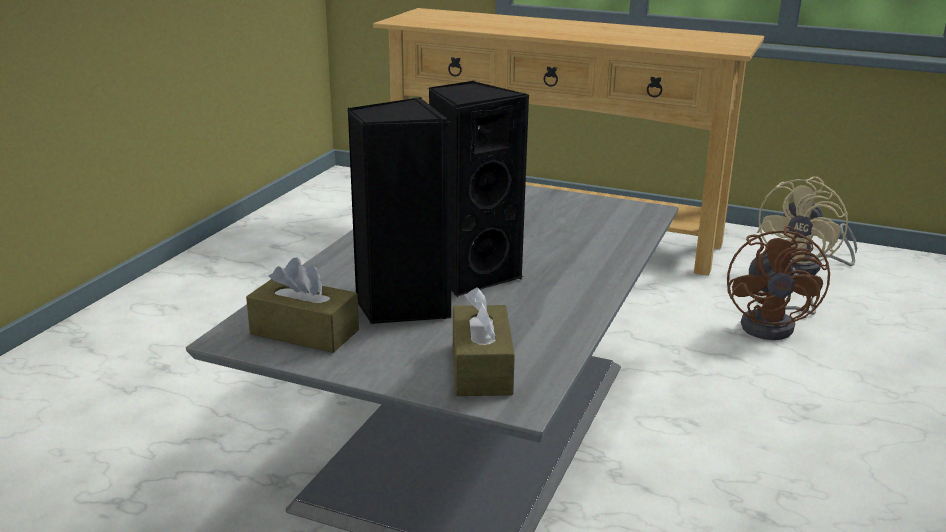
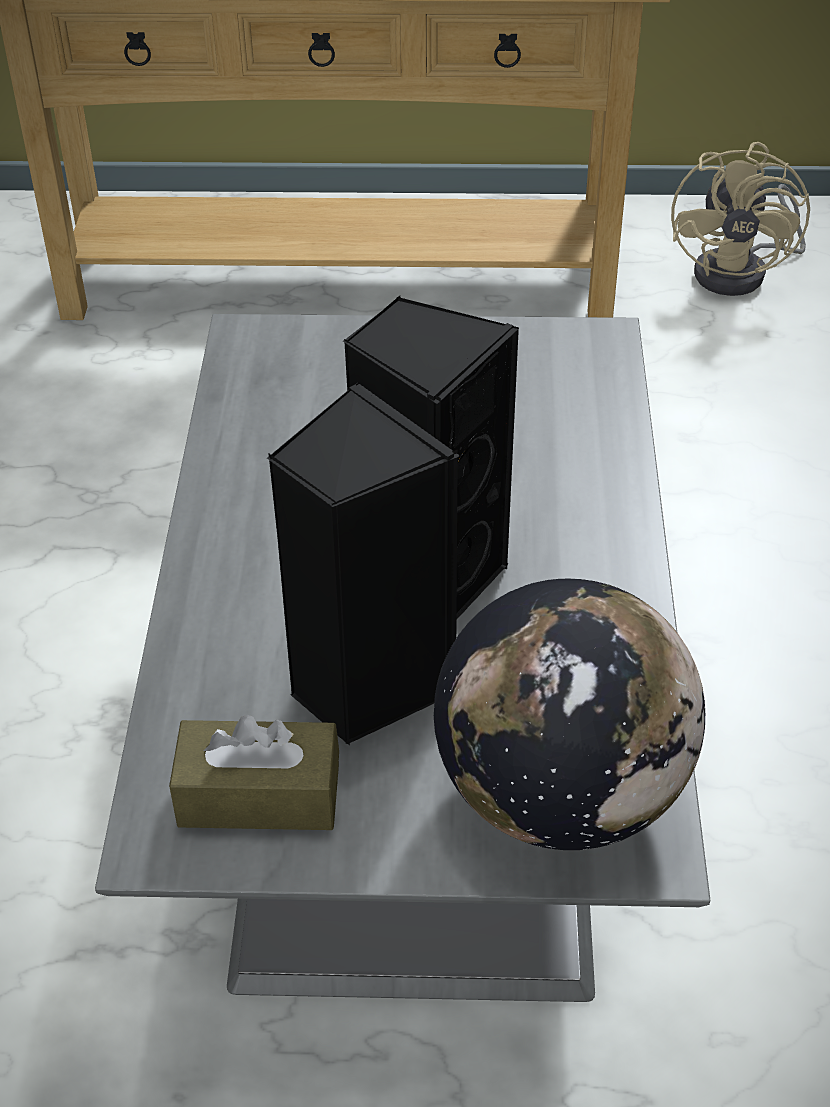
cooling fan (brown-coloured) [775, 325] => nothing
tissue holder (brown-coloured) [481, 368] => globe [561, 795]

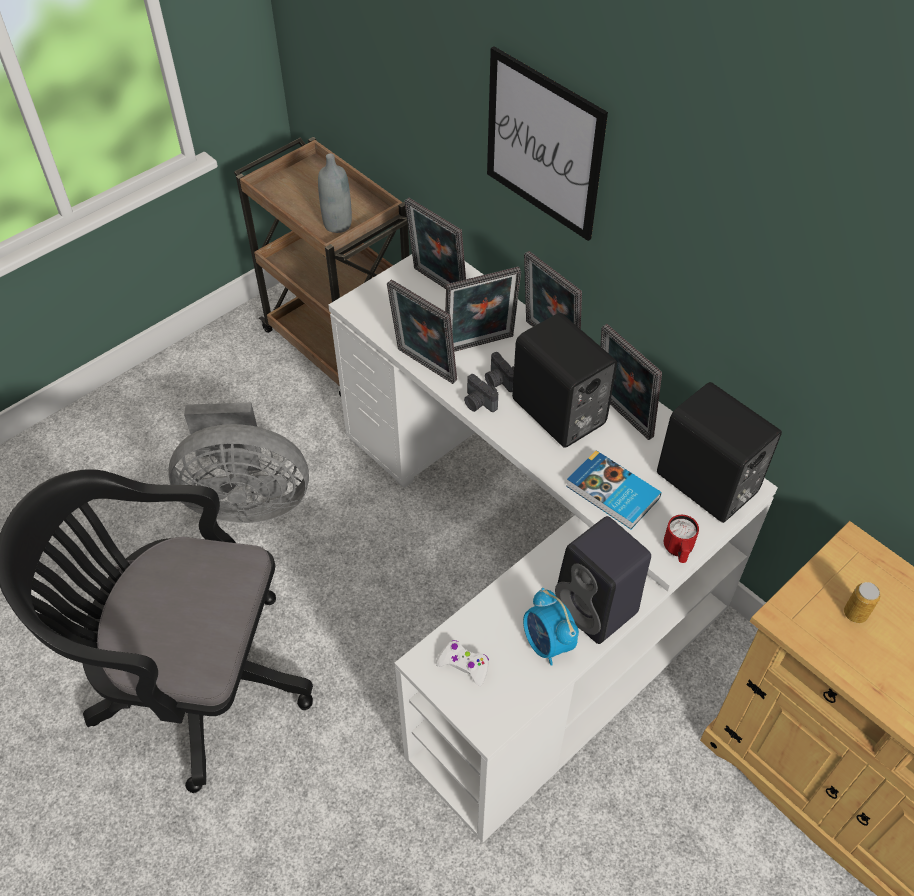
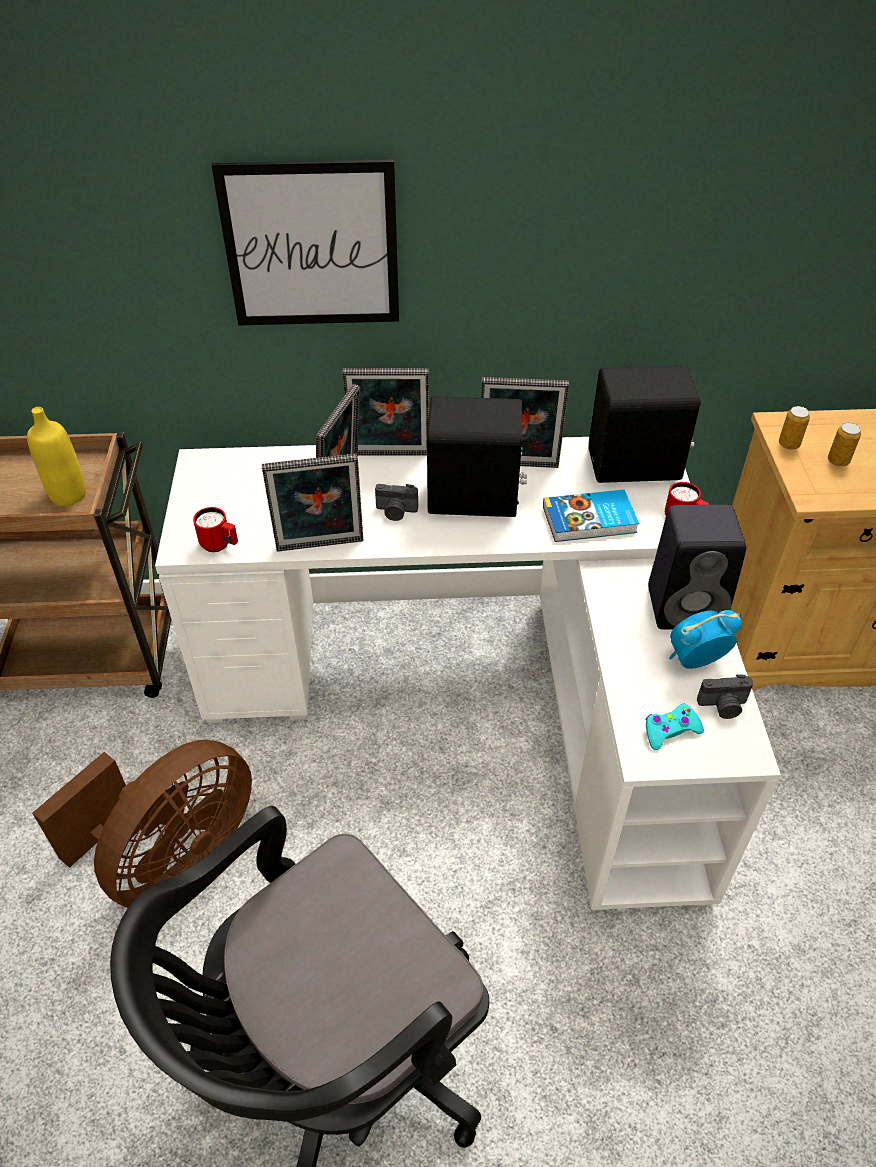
bottle (grey) [337, 224] => bottle (yellow-coloured) [68, 495]
photo frame [437, 285] => nothing
photo camera [478, 403] => photo camera [723, 706], move
cooling fan (grey) [246, 500] => cooling fan (brown-coloured) [173, 859]
table clock [547, 643] => table clock [695, 660], 150 degrees clockwise
game controller (white) [464, 665] => game controller (turquoise-coloured) [670, 730]
nothing => sealed can [788, 444]
nothing => coffee mug (red-coloured) [220, 545]

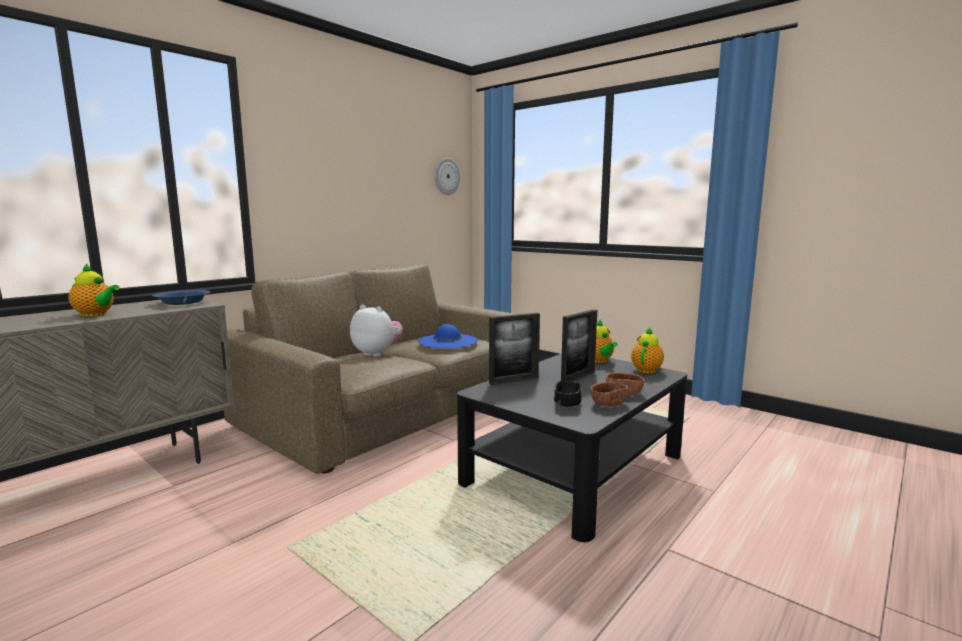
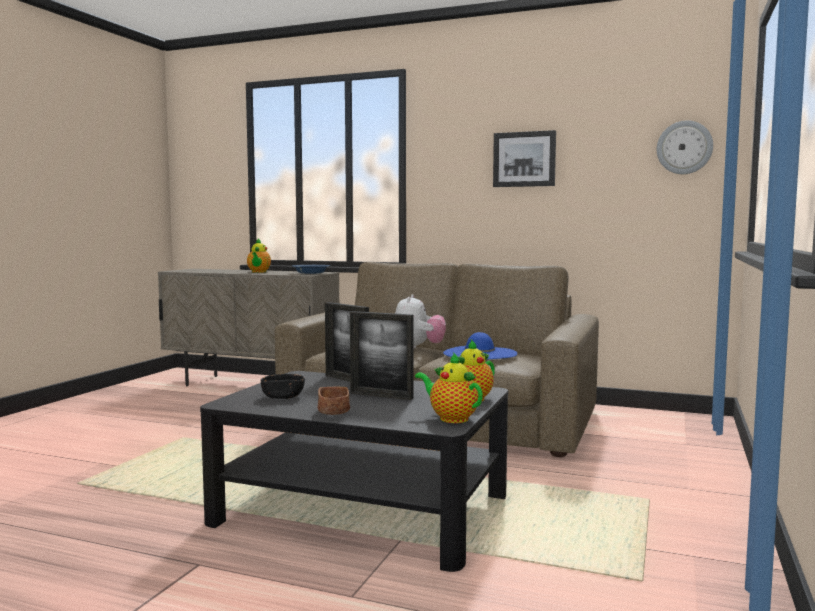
pot for tea [647, 369] => pot for tea [451, 418], 150 degrees counterclockwise
deep dish (brown-coloured) [608, 404] => nothing
nothing => picture [524, 159]

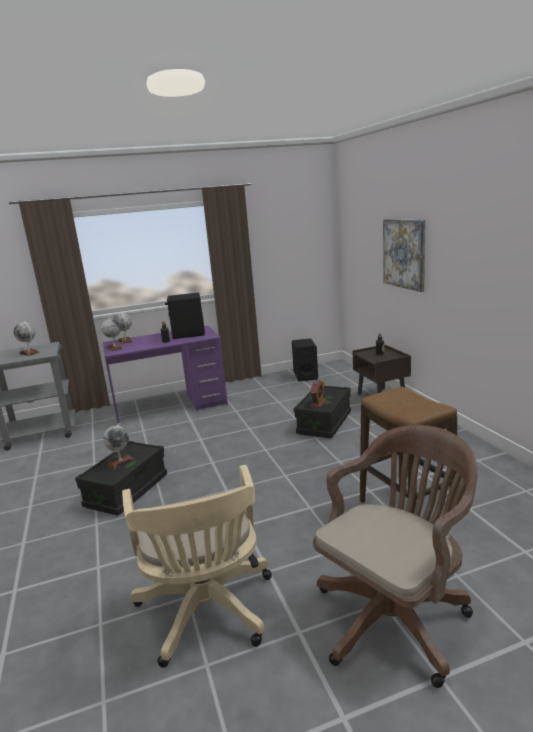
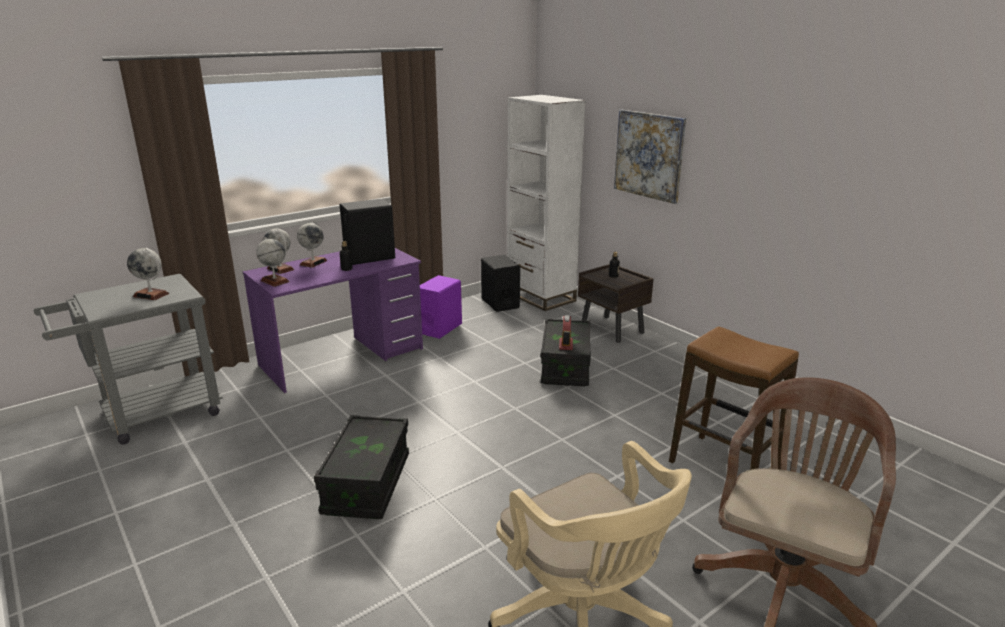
globe [121, 462] => globe [313, 263], move
nothing => bookcase (white) [540, 297]
nothing => speaker (purple-coloured) [439, 328]

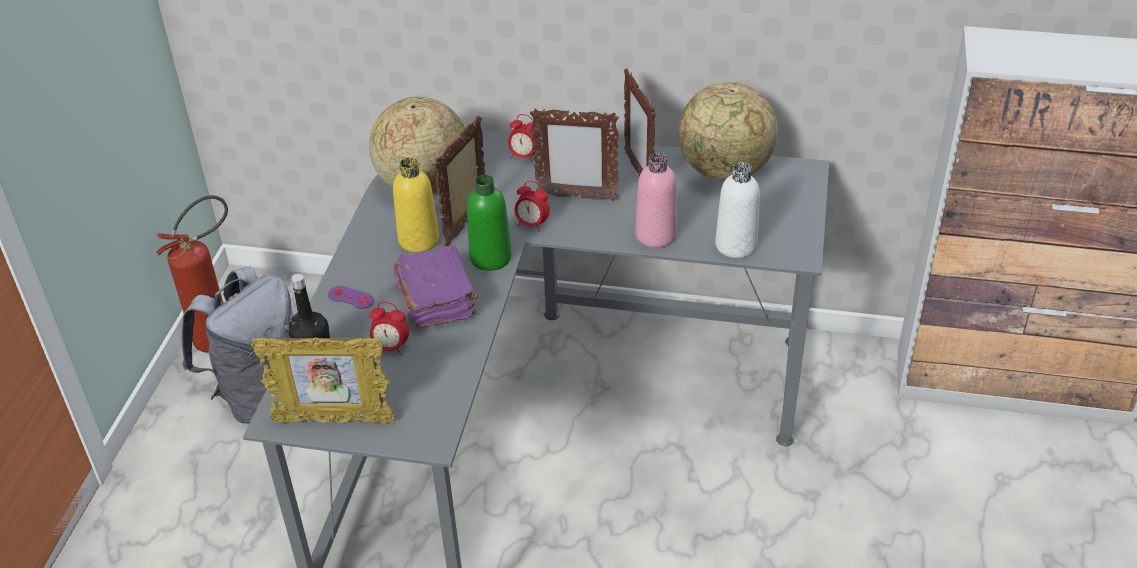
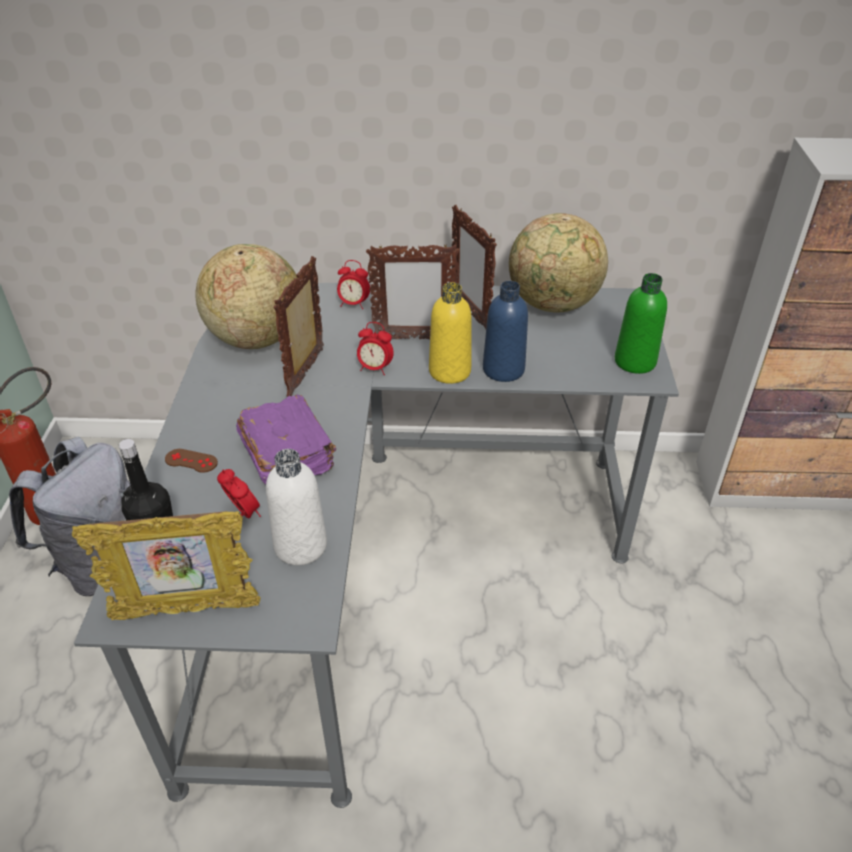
bottle (pink-coloured) [655, 235] => bottle (bluish) [503, 369]
bottle (yellow-coloured) [419, 240] => bottle (yellow-coloured) [449, 371], move
bottle (white) [736, 245] => bottle (white) [300, 545], move
bottle (green) [490, 258] => bottle (green) [635, 361], move
game controller (purple-coloured) [351, 297] => game controller (brown-coloured) [191, 461]
table clock [391, 347] => table clock [243, 513], 135 degrees counterclockwise

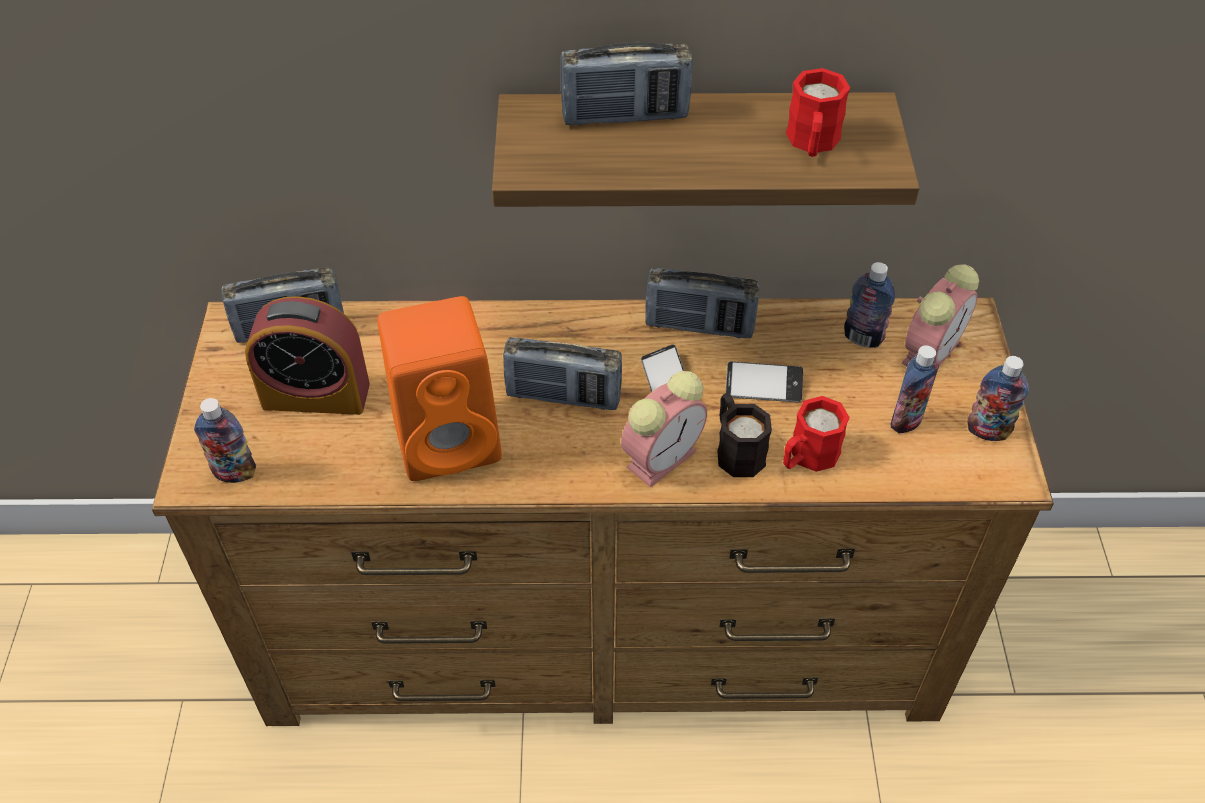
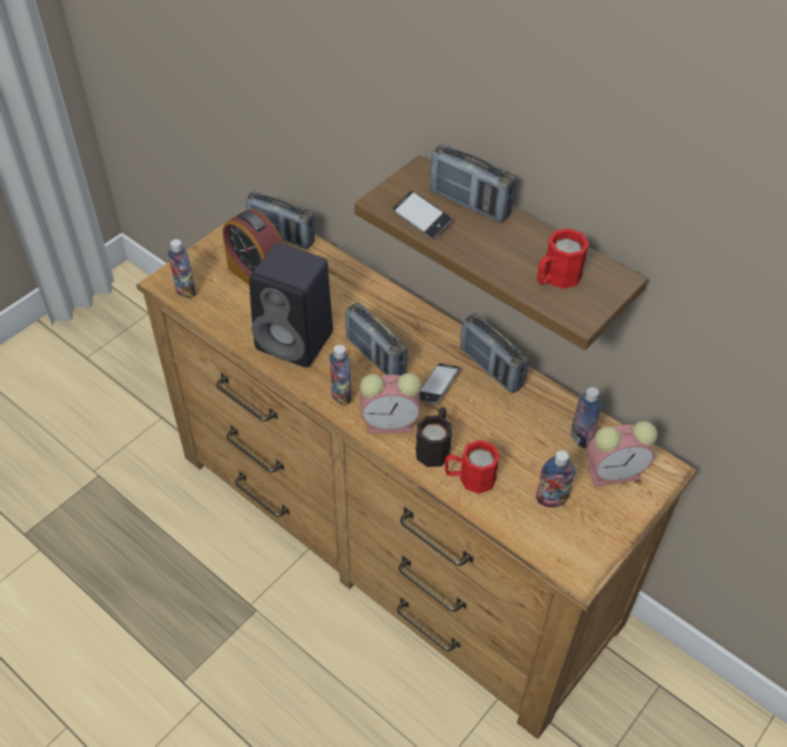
speaker (orange) [451, 439] => speaker (blackish) [297, 341]
bottle [987, 431] => bottle [341, 395], move
telephone [763, 386] => telephone [421, 219], move

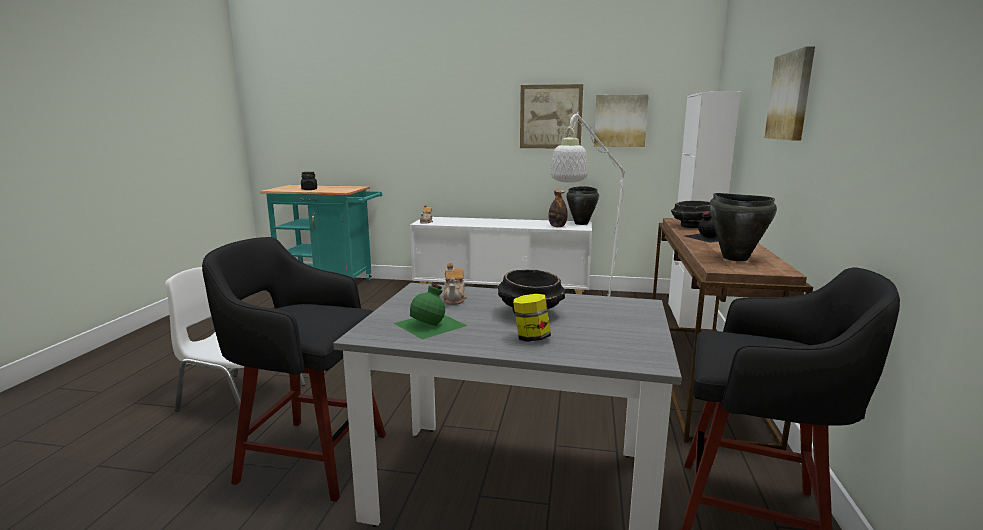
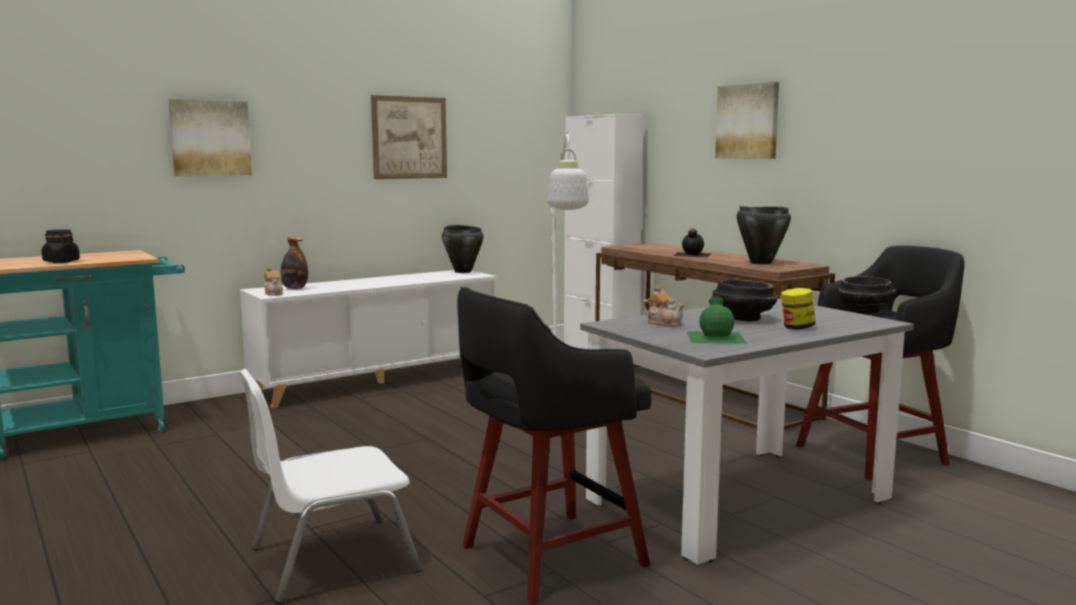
picture [620, 121] => picture [210, 138], move
bottle [557, 226] => bottle [295, 288], move
deep dish (blackish) [692, 226] => deep dish (blackish) [864, 311], move

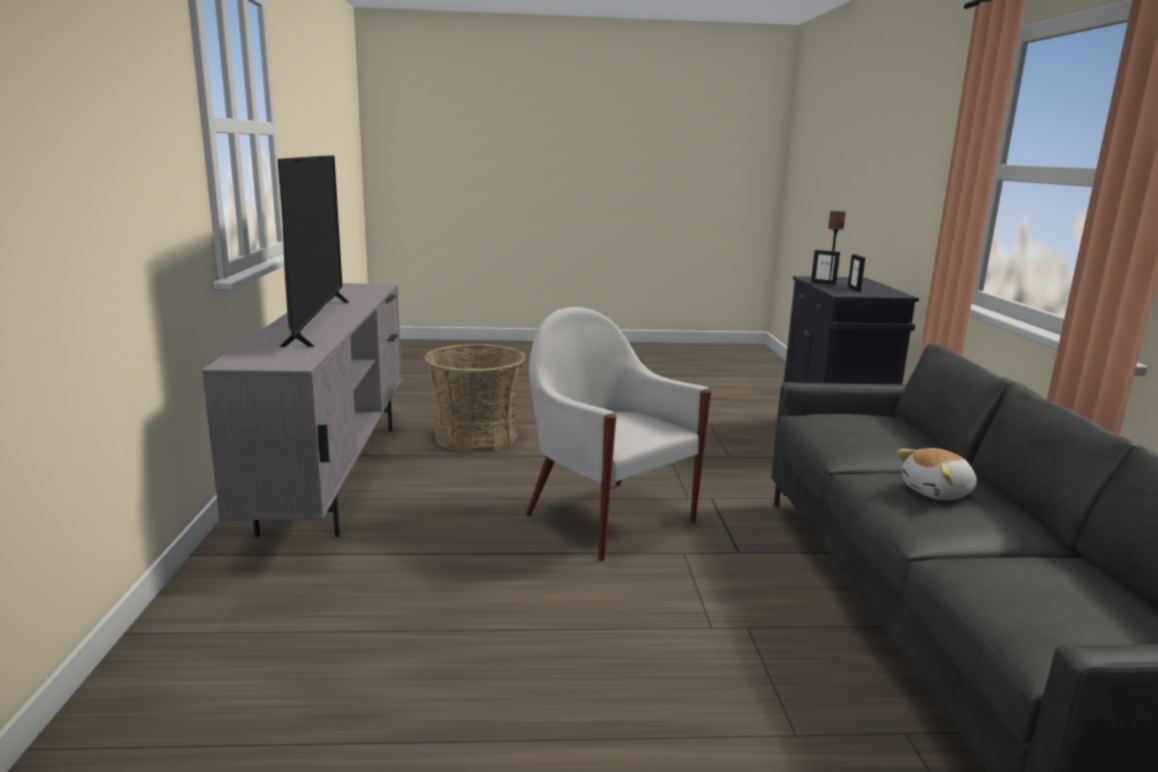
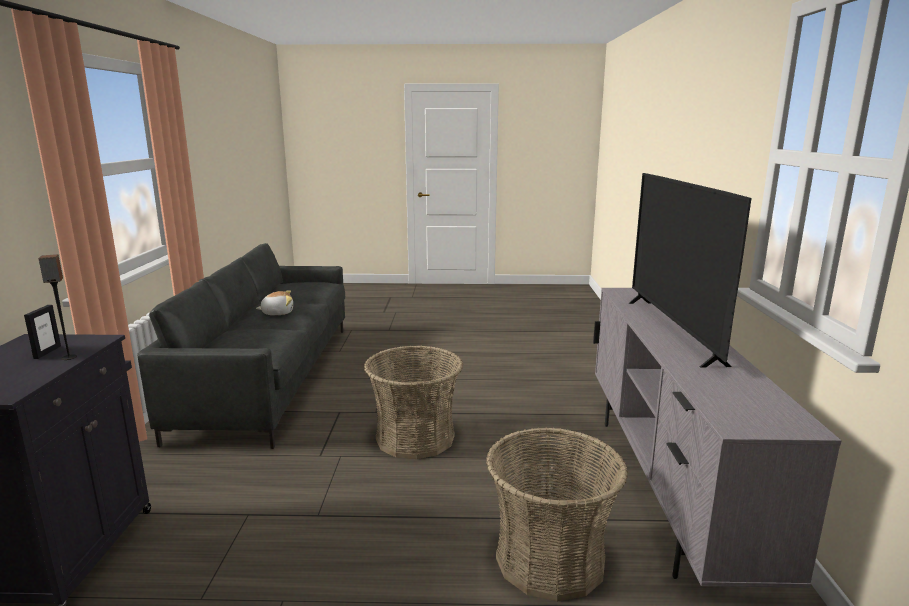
photo frame [823, 283] => nothing
easy chair (white) [608, 517] => household basket [415, 438]

